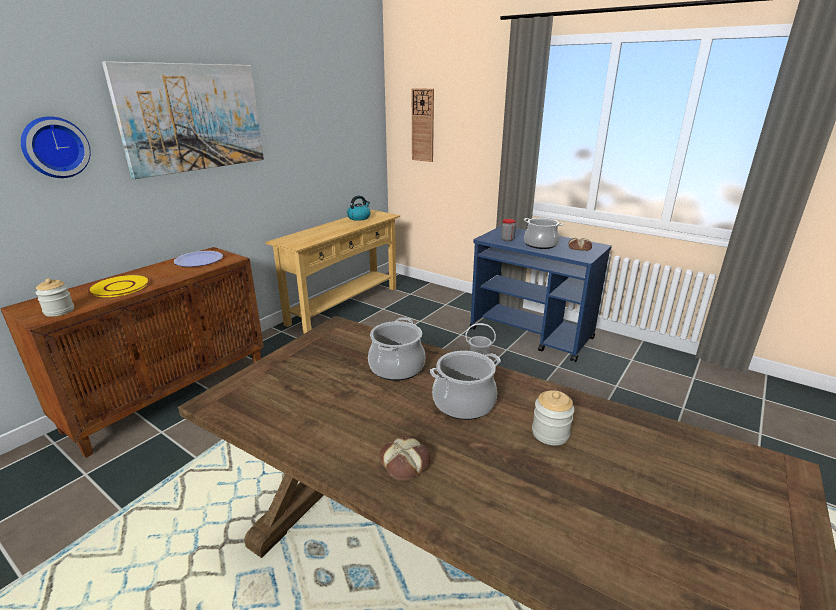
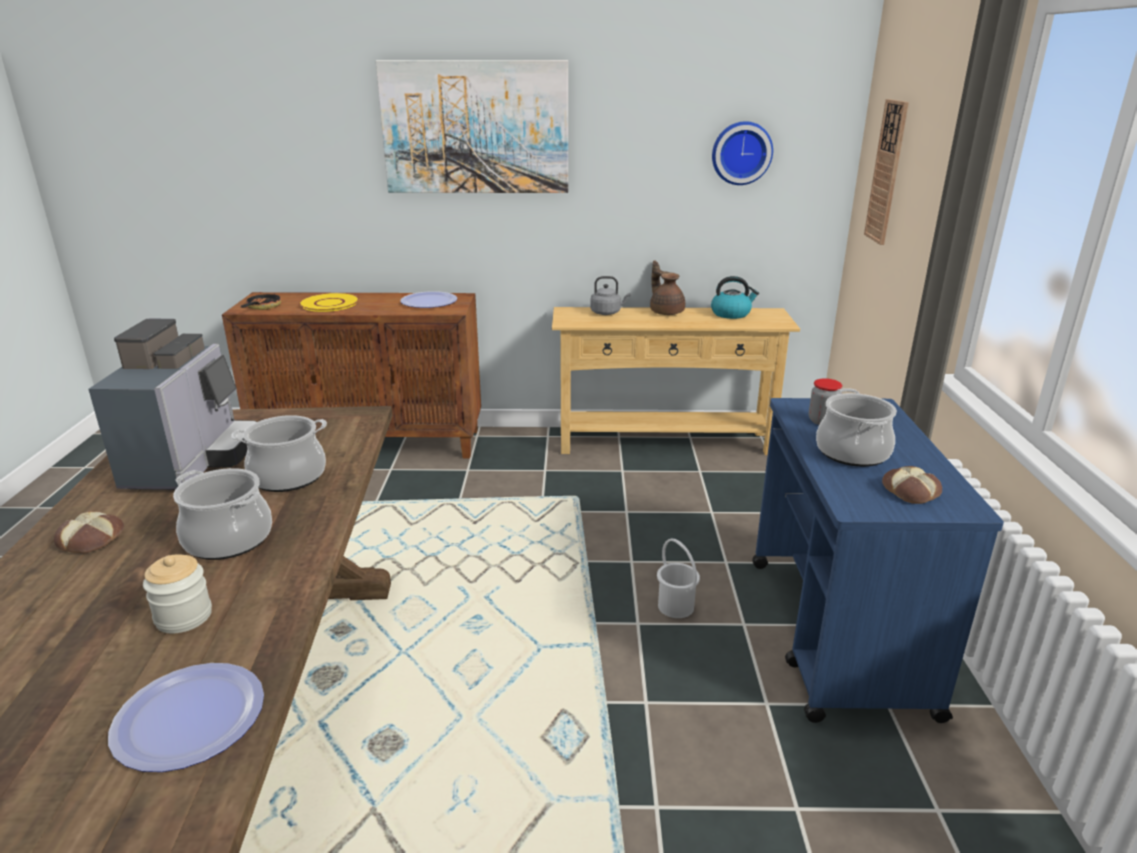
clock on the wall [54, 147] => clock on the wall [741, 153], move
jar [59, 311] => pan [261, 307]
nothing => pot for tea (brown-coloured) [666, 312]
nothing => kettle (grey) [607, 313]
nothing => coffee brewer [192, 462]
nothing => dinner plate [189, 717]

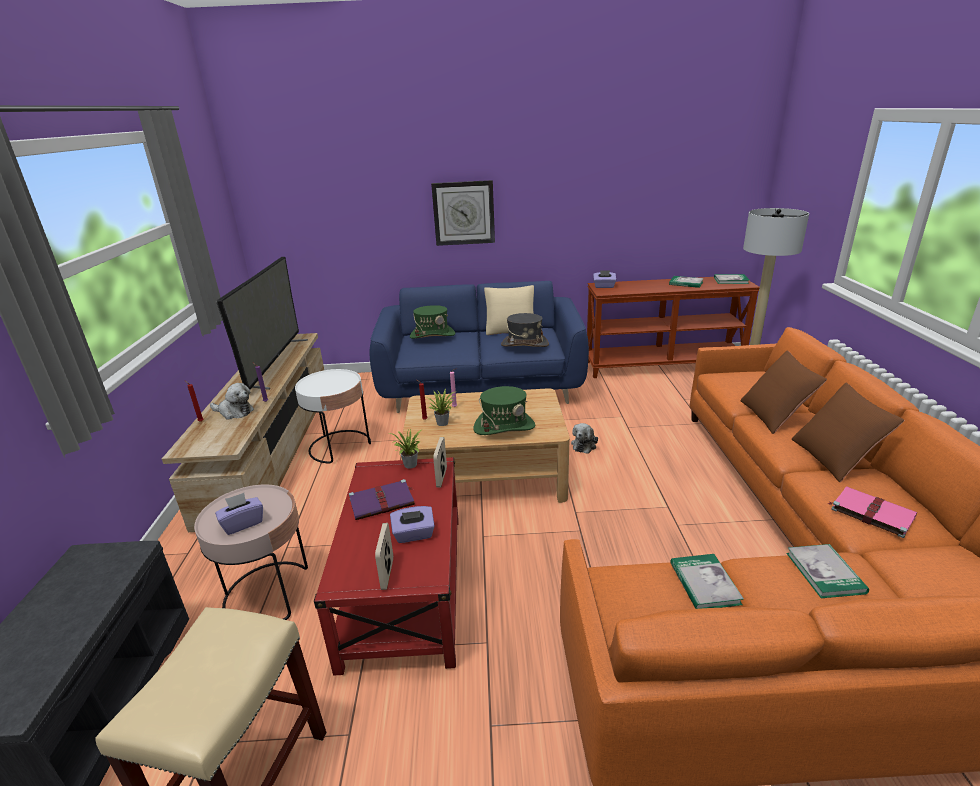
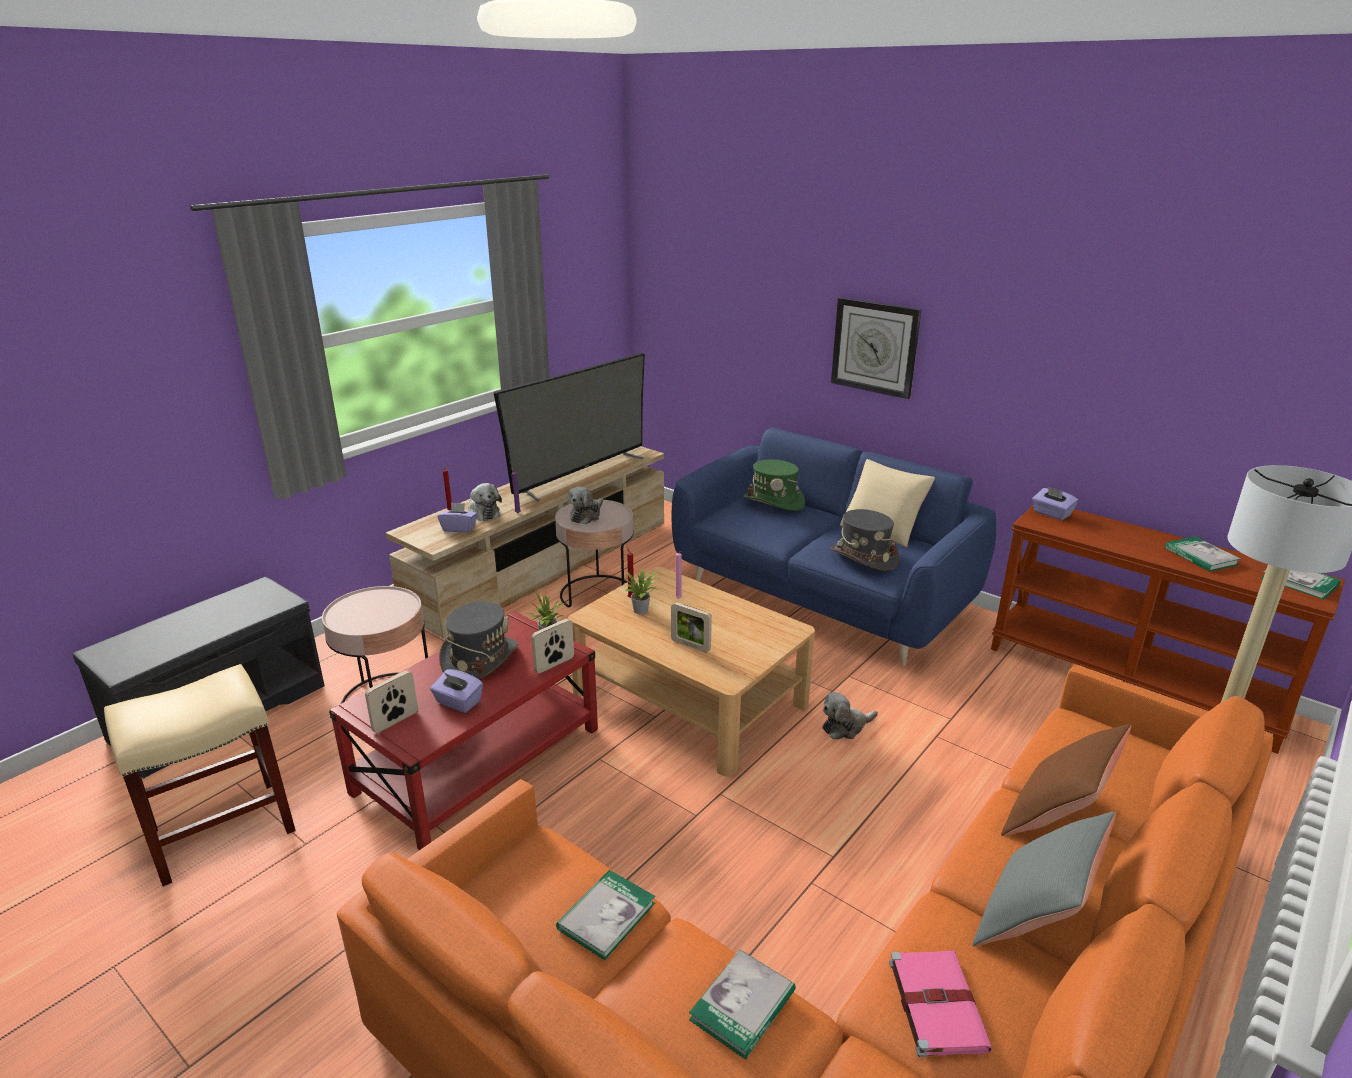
accent table (white) [340, 446] => accent table (pink-coloured) [597, 594]
pillow (brown-coloured) [835, 457] => pillow (grey) [1033, 918]
hat (green) [504, 427] => photo frame [690, 645]
bound book (purple-coloured) [383, 502] => hat (grey) [479, 659]
tissue holder (purple-coloured) [243, 523] => tissue holder (purple-coloured) [459, 528], move
nothing => plush toy [586, 515]

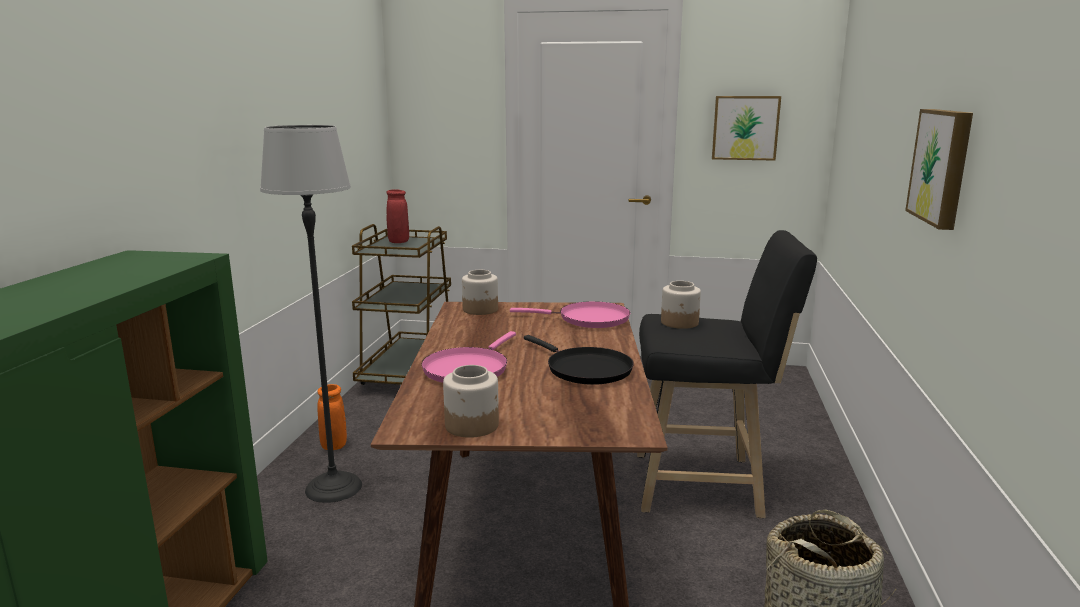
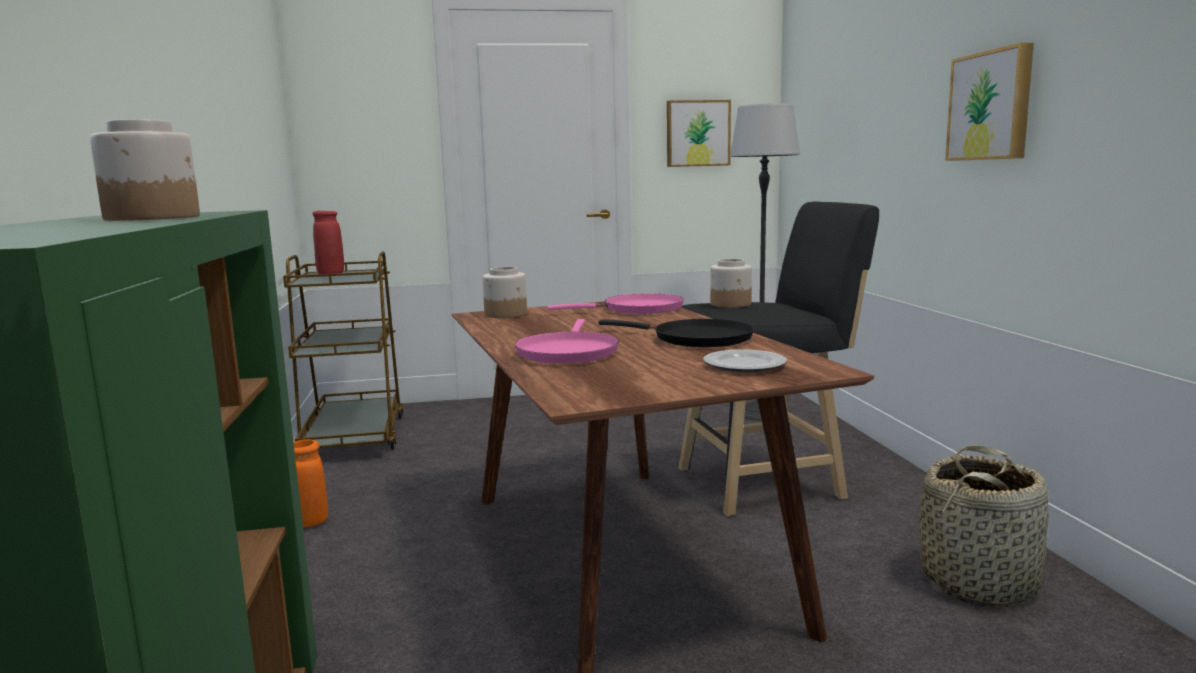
standard lamp [334, 487] => standard lamp [760, 413], move
jar [472, 425] => jar [154, 218], move
nothing => dinner plate [743, 365]

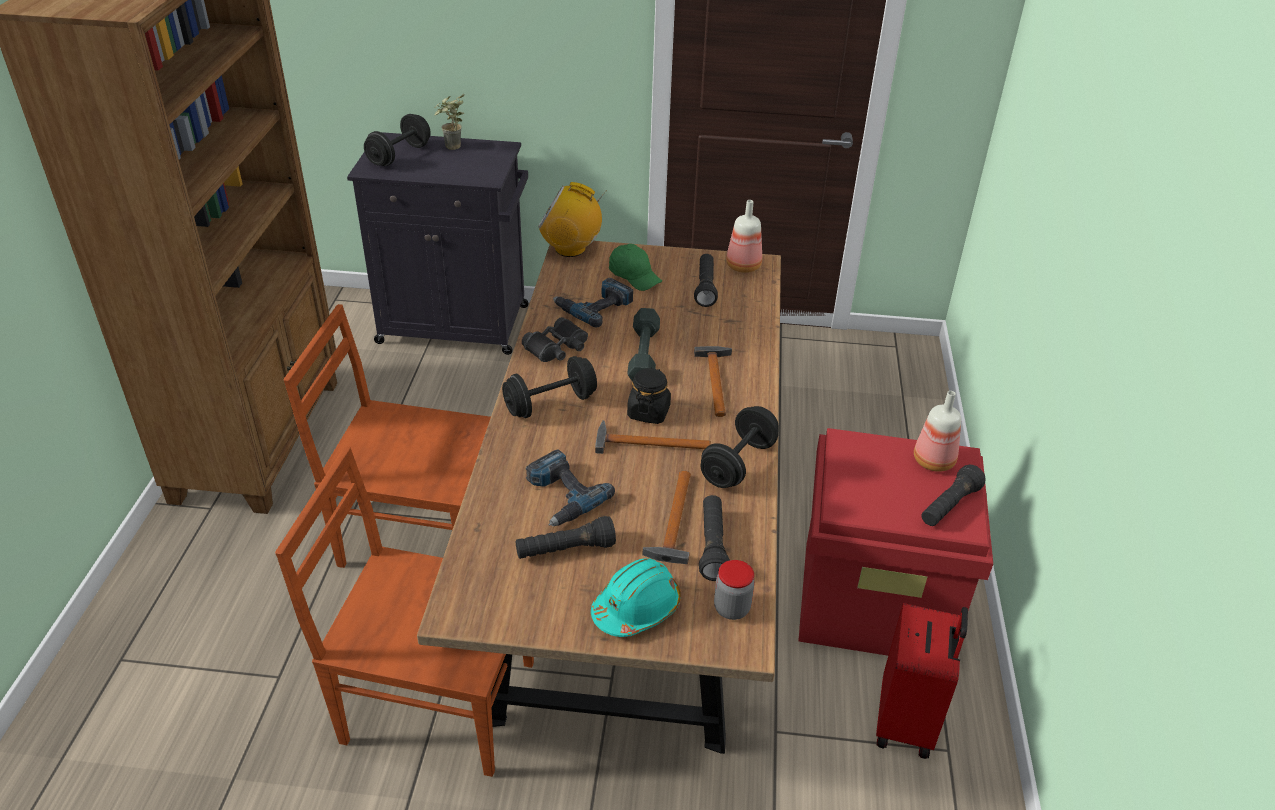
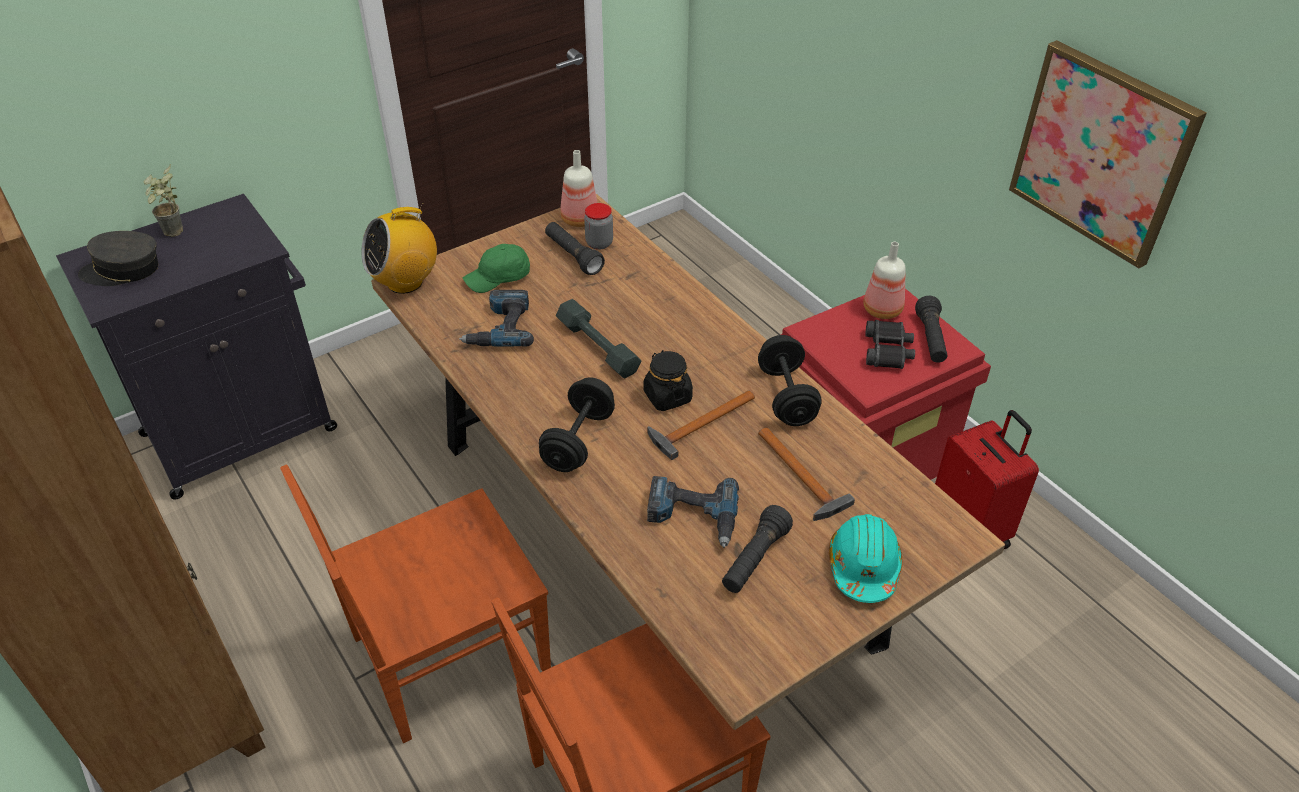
dumbbell (blackish) [399, 155] => cap (grey) [123, 270]
cap (green) [634, 276] => cap (green) [499, 278], 150 degrees clockwise
binoculars (blackish) [557, 348] => binoculars (blackish) [888, 351], move
tool hammer [715, 380] => nothing
torch (blackish) [712, 546] => nothing
jar [731, 608] => jar [599, 243], move
nothing => picture [1102, 153]

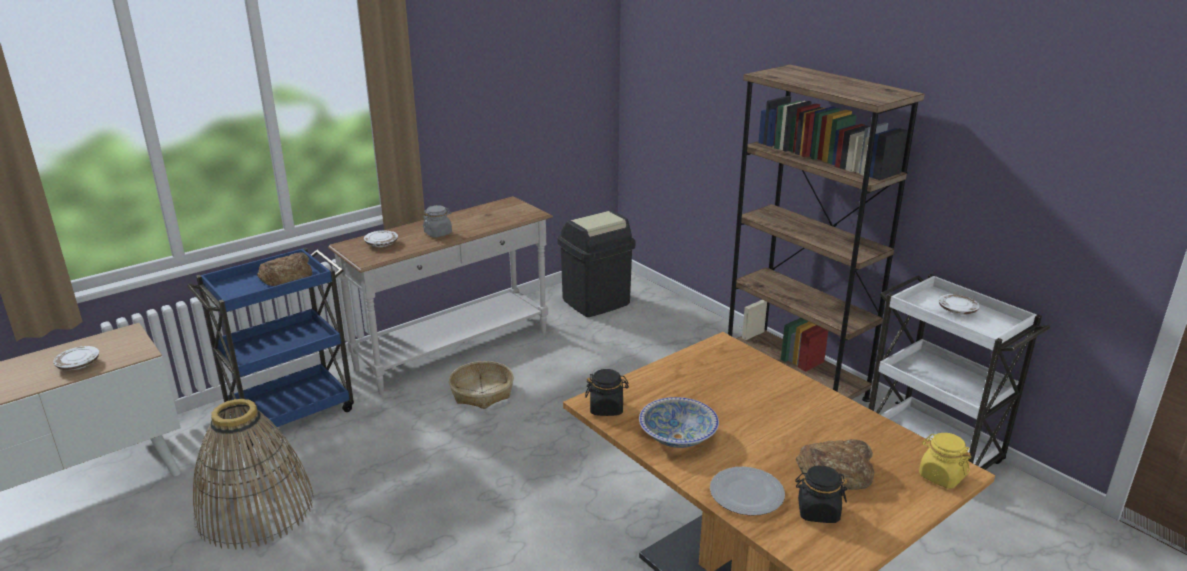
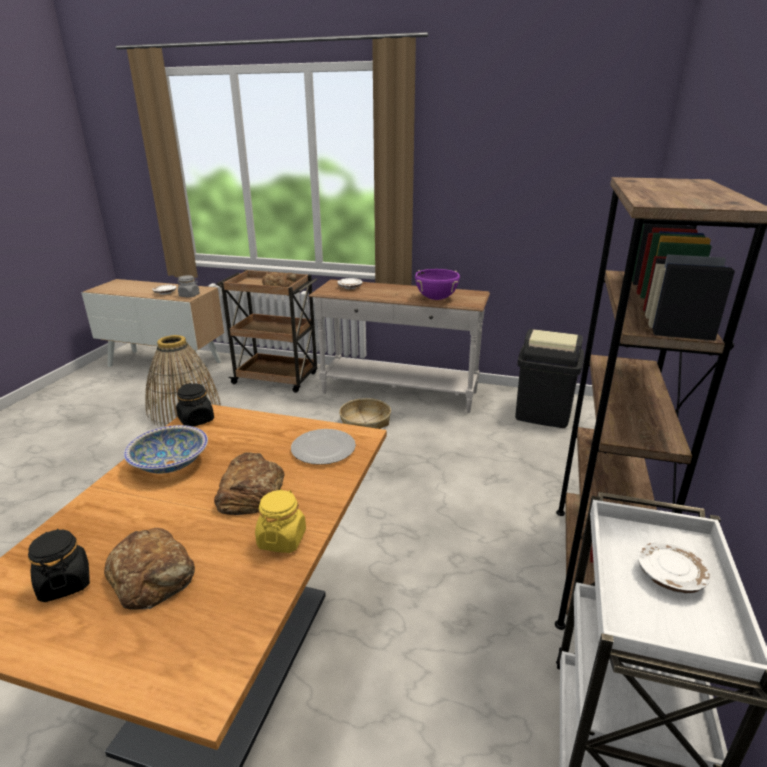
jar (grey) [438, 233] => jar (grey) [189, 295], move
wheeled cart (bluish) [291, 412] => wheeled cart (brown-coloured) [277, 378]
jar (yellow-coloured) [941, 476] => jar (yellow-coloured) [282, 539], move
dinner plate [747, 493] => dinner plate [324, 449], move
nothing => stockpot (purple-coloured) [436, 298]
nothing => baked bread [250, 491]

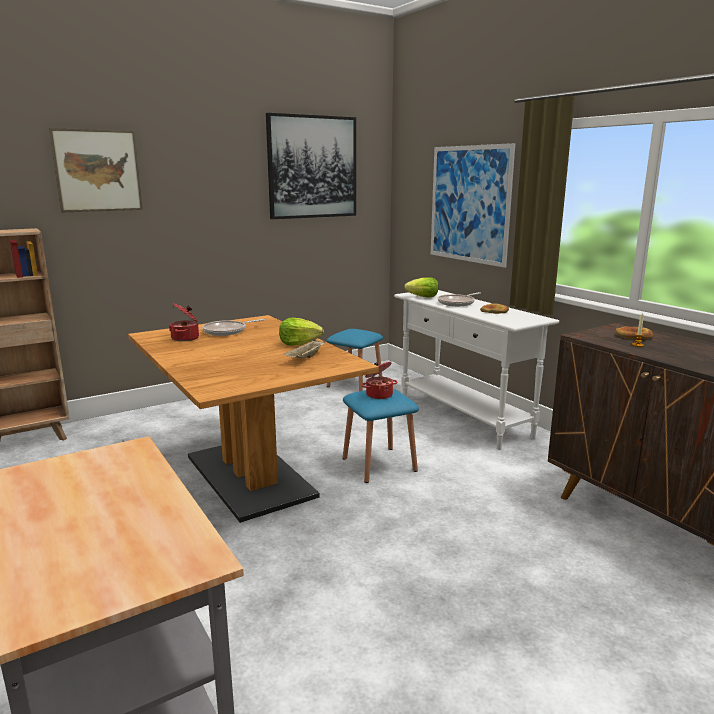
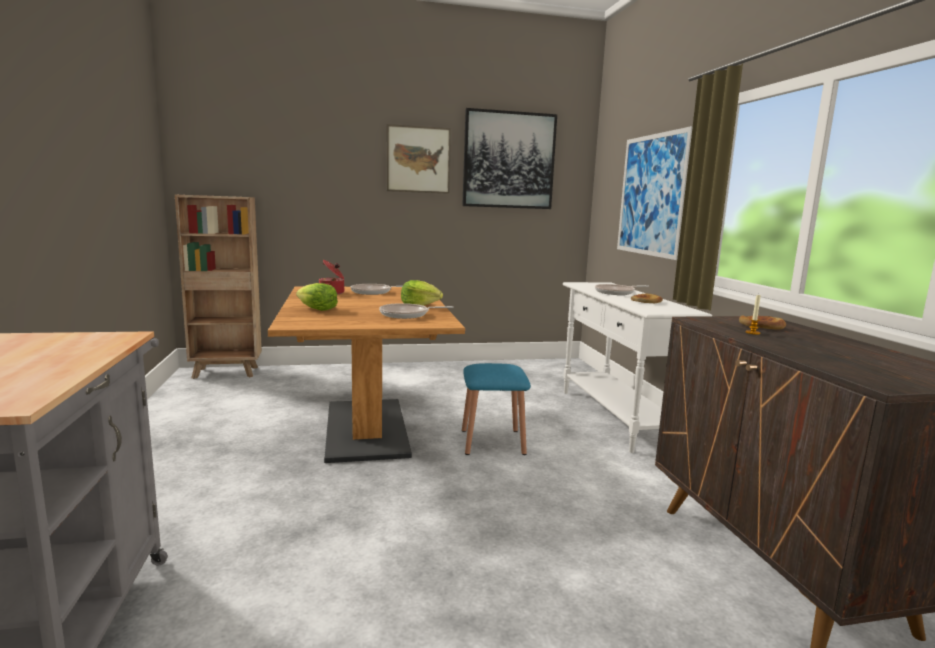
picture [98, 171] => picture [418, 159], move
head of lettuce [423, 297] => head of lettuce [317, 309], move
stool seat (bluish) [355, 384] => nothing
tray (beige-coloured) [305, 358] => pan [407, 315]
stockpot [379, 394] => nothing

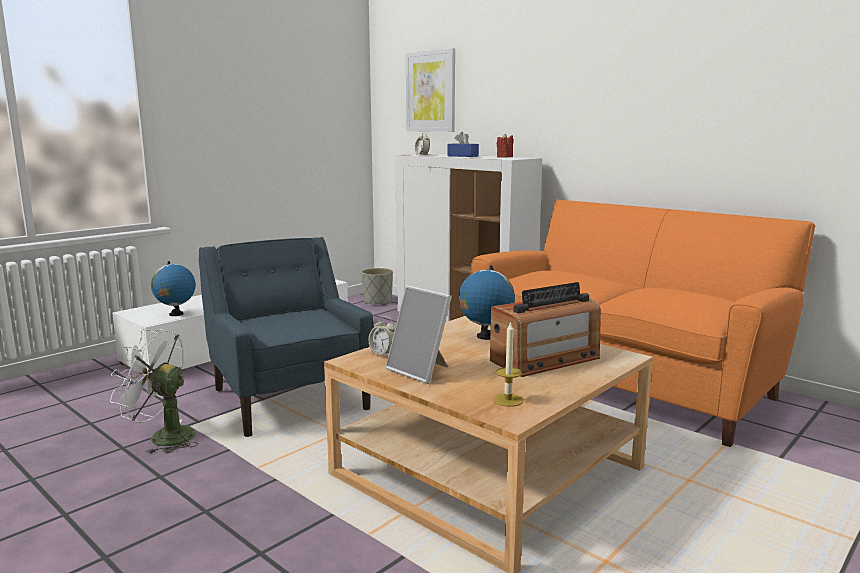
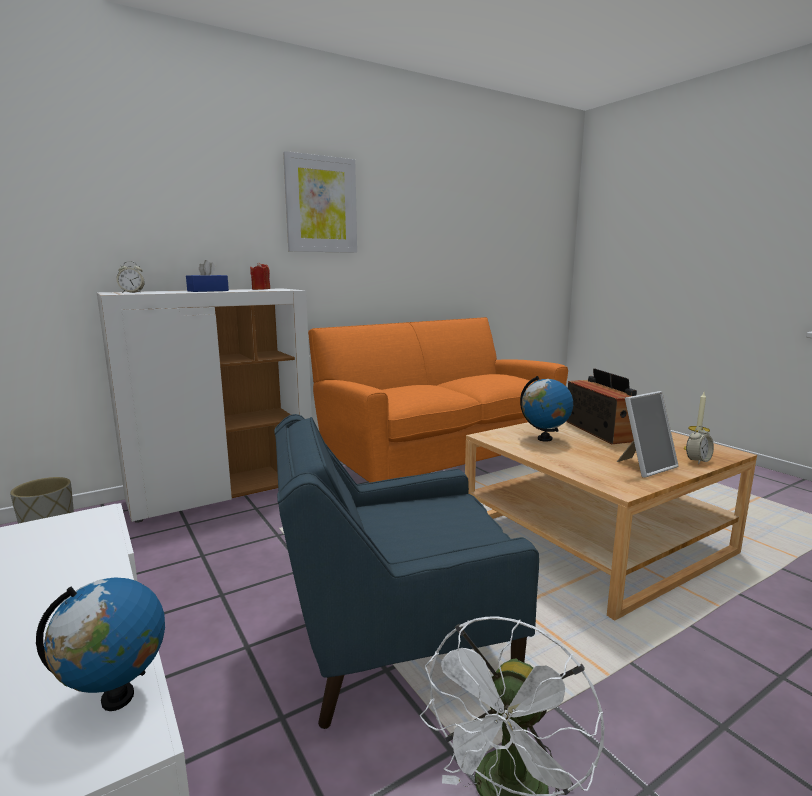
picture [431, 91] => picture [321, 205], move
table clock [384, 354] => table clock [698, 461], move

